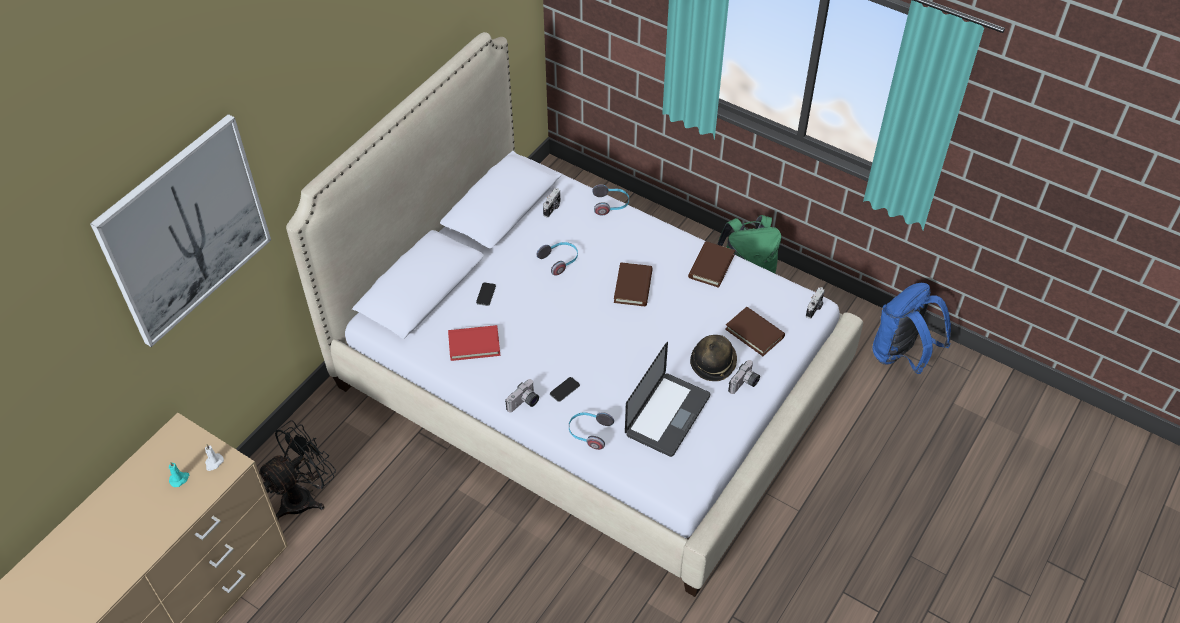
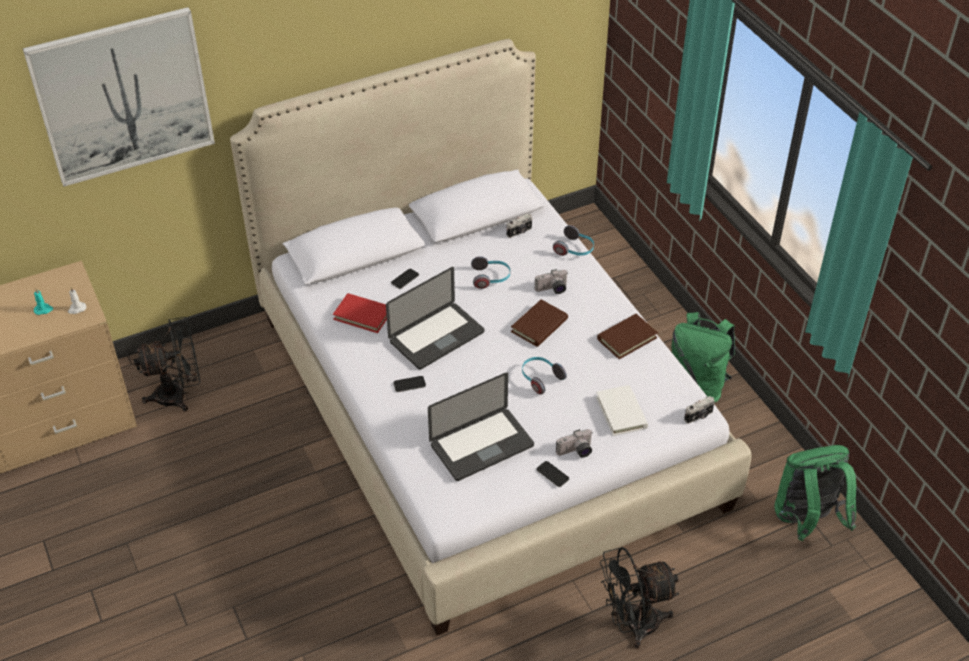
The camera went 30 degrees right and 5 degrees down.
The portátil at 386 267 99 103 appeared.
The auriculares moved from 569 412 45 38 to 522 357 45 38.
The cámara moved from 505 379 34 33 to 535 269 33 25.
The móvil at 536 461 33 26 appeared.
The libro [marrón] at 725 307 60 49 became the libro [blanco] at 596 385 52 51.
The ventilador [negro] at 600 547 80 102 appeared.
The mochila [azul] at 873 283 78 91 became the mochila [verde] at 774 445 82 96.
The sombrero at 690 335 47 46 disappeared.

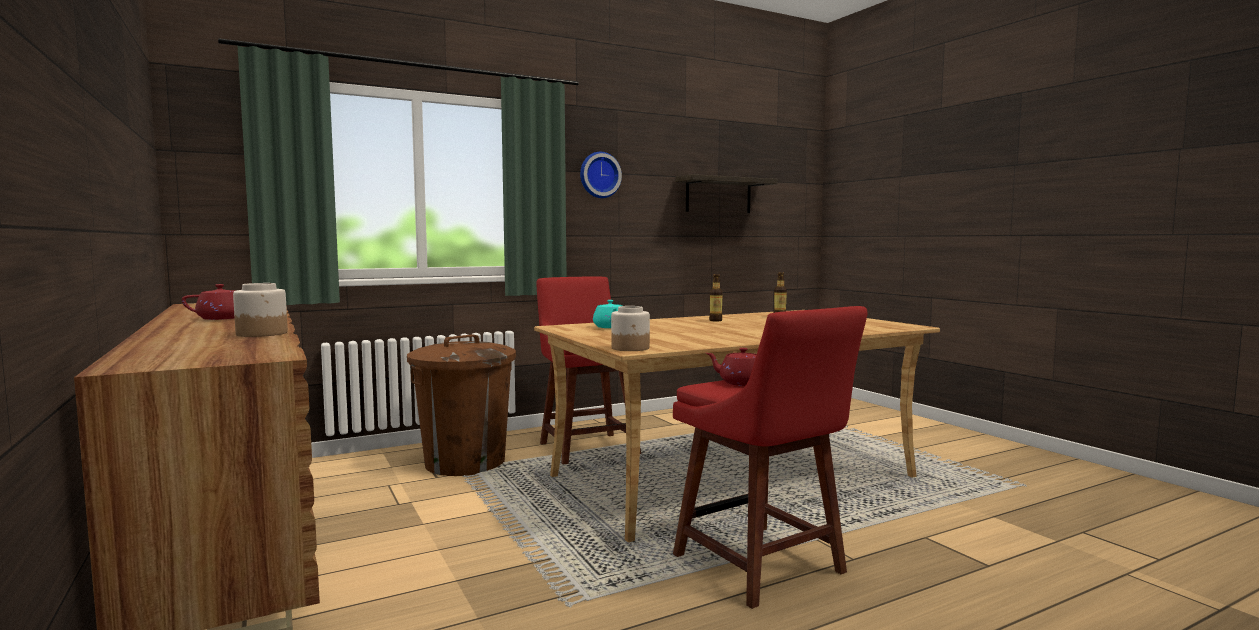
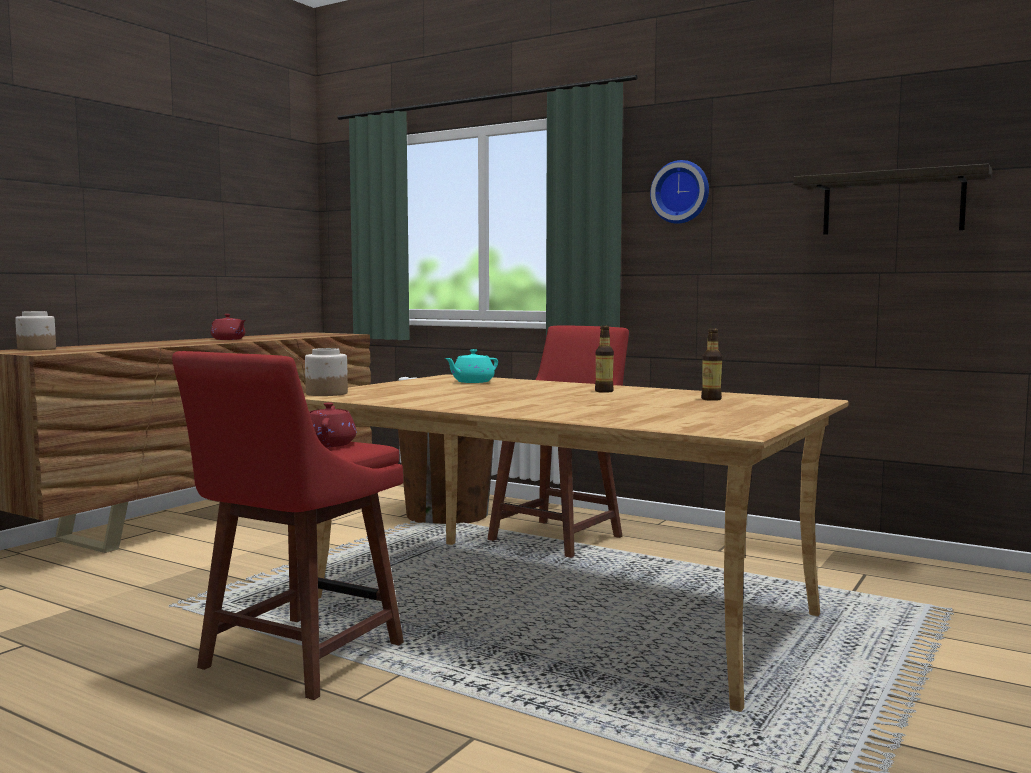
The camera went 60 degrees right and 0 degrees up.
The tarro moved from 233 283 55 54 to 15 311 41 39.

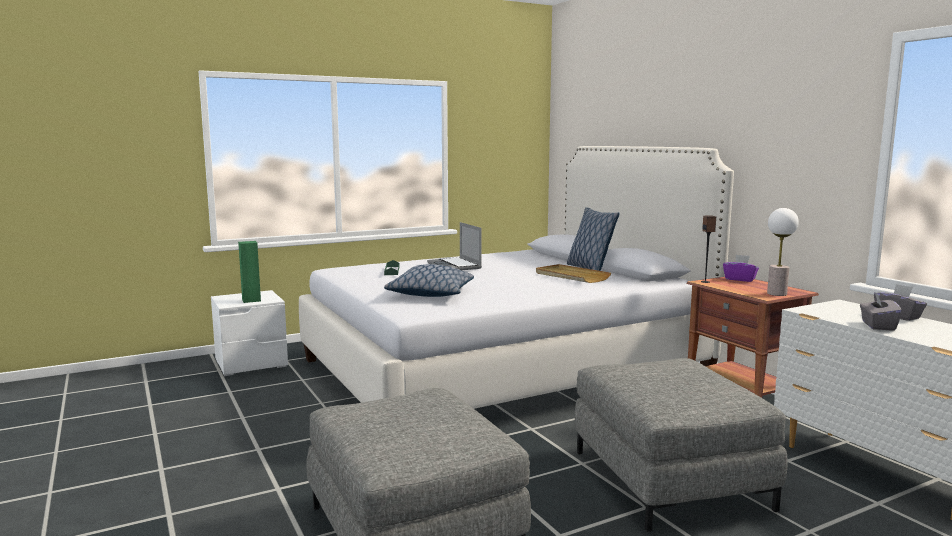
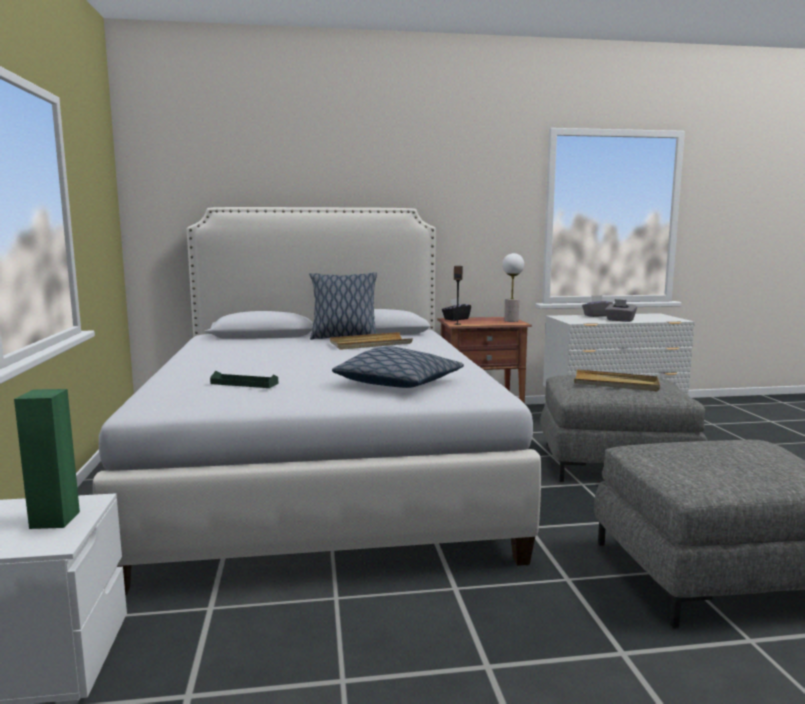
The camera went 70 degrees left and 0 degrees up.
The caja de pañuelos [morado] at 723 255 36 27 became the caja de pañuelos [negro] at 442 299 29 22.
The bandeja [beis] at 574 369 86 23 appeared.
The portátil at 427 222 55 48 disappeared.

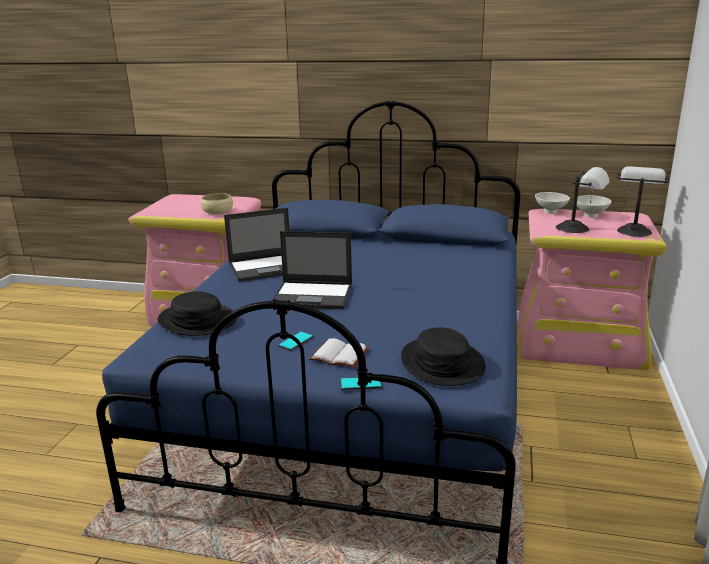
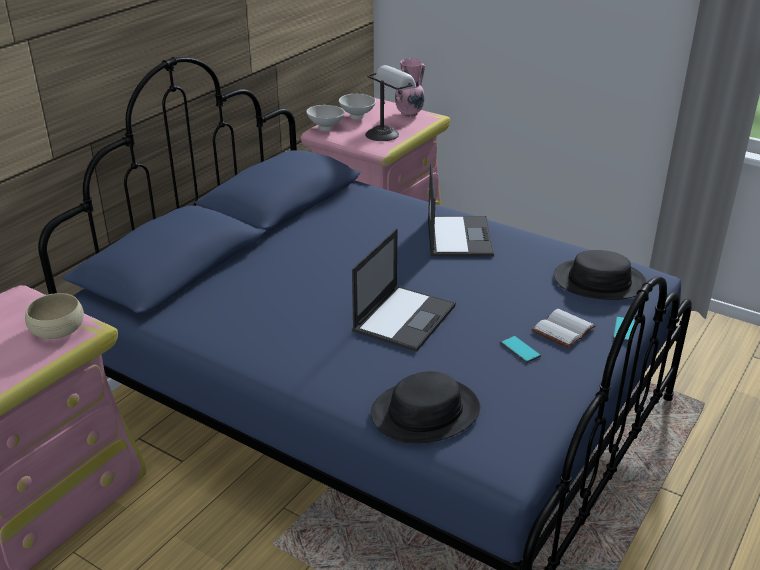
The camera went 70 degrees left and 10 degrees up.
The lámpara de mesa at 616 167 53 70 was replaced by the florero [rosa] at 395 58 30 59.
The portátil moved from 224 208 65 74 to 428 163 66 94.

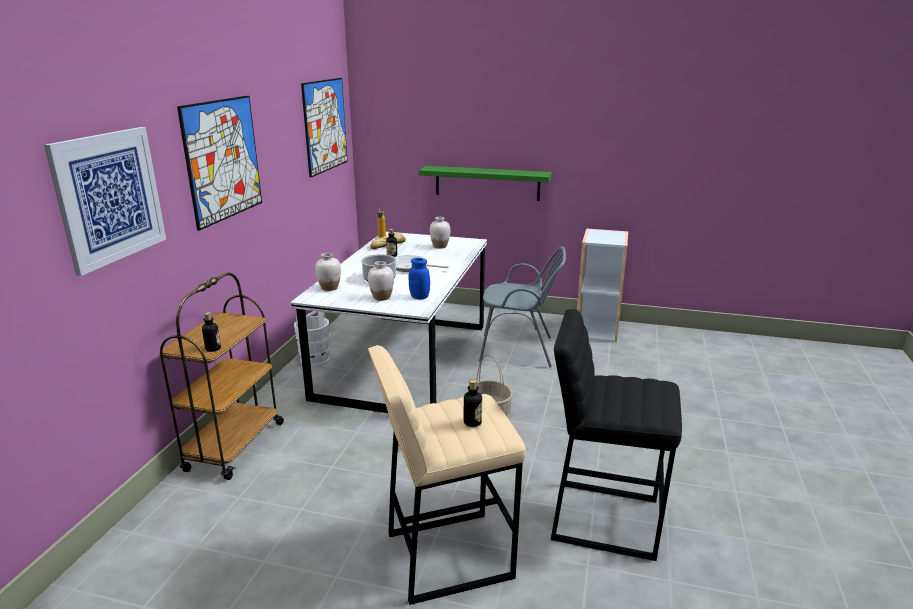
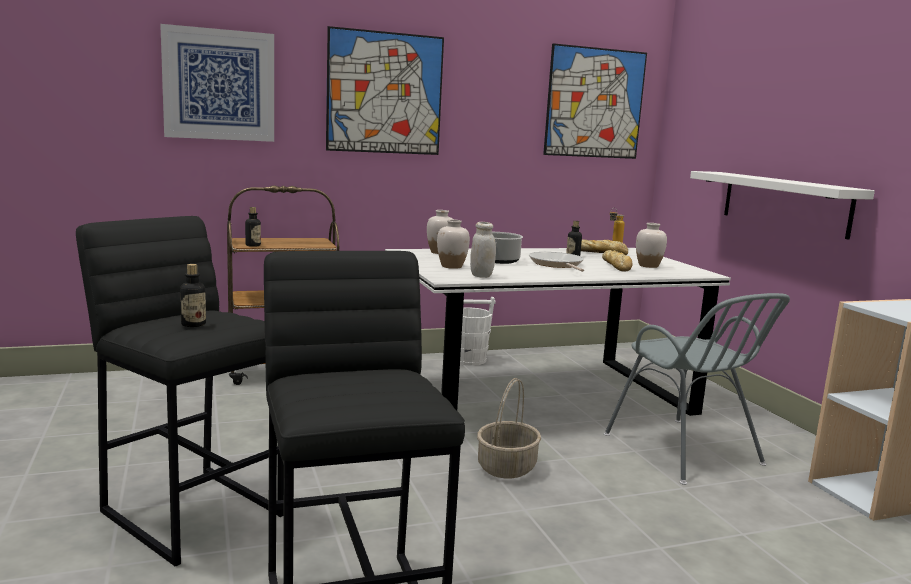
The camera went 55 degrees right and 10 degrees down.
The taburete [beis] at 368 345 158 260 became the taburete [negro] at 76 216 208 351.
The tarro [azul] at 409 258 21 41 became the tarro [blanco] at 470 222 26 56.
The pan at 602 250 30 22 appeared.
The estante [verde] at 418 166 134 35 became the estante [blanco] at 690 171 185 69.

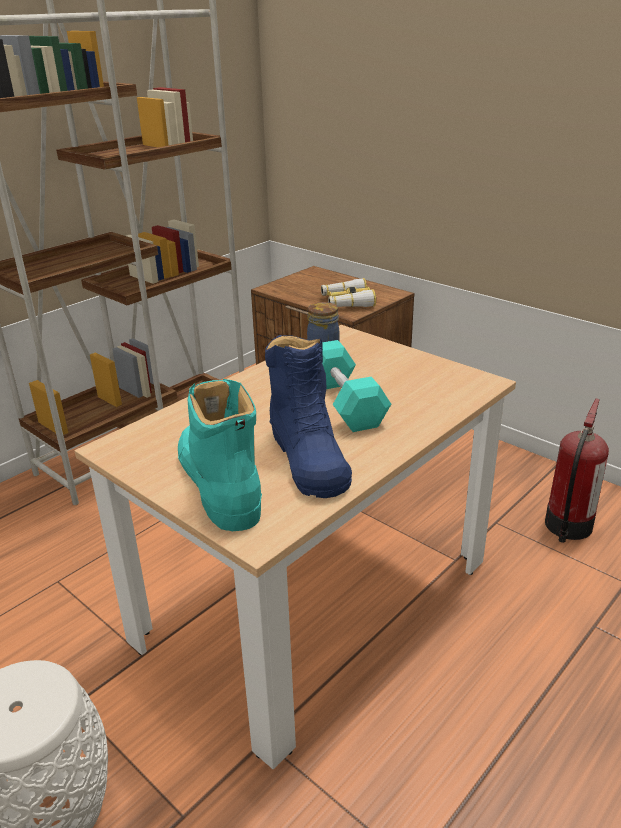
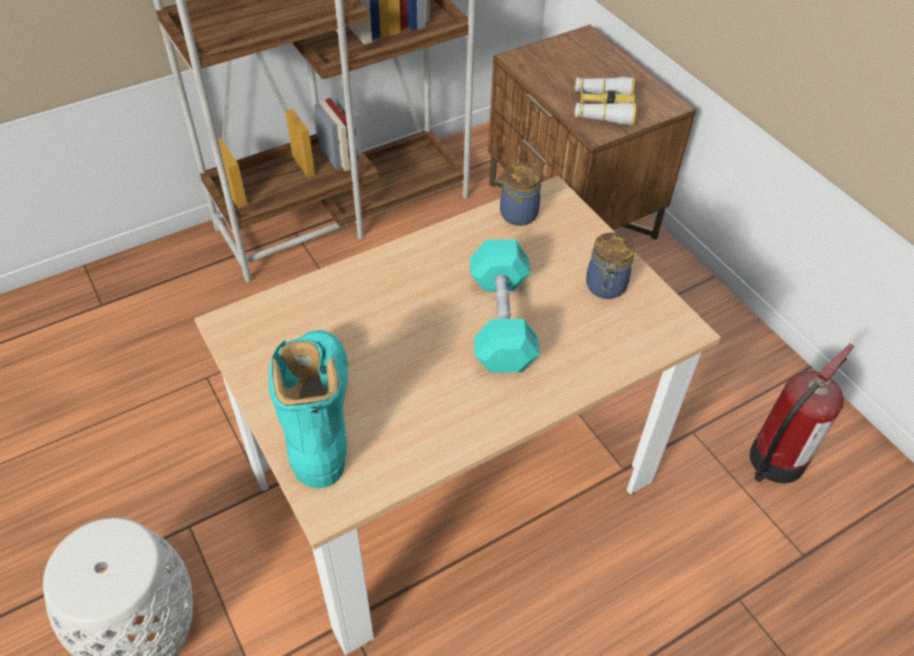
The camera went 15 degrees right and 20 degrees up.
The tarro at 586 232 49 67 appeared.
The bota [azul] at 265 335 87 163 disappeared.

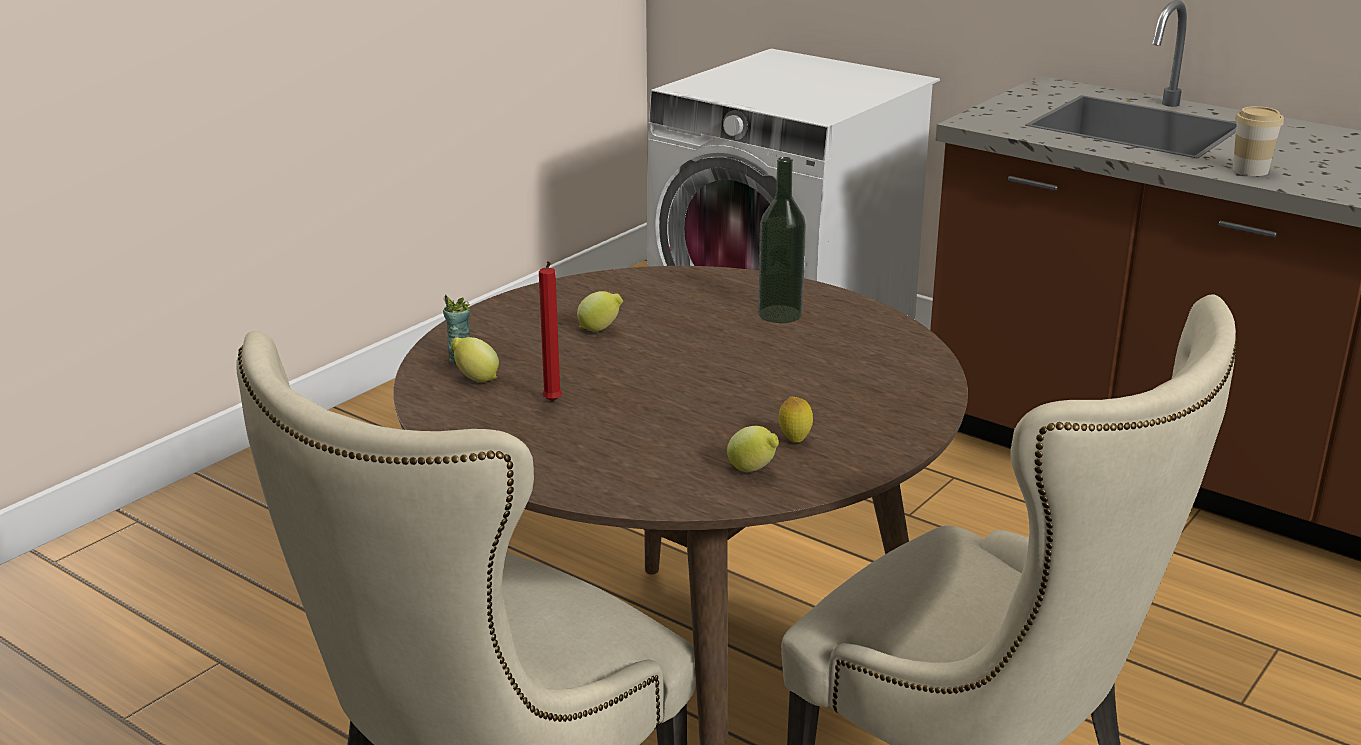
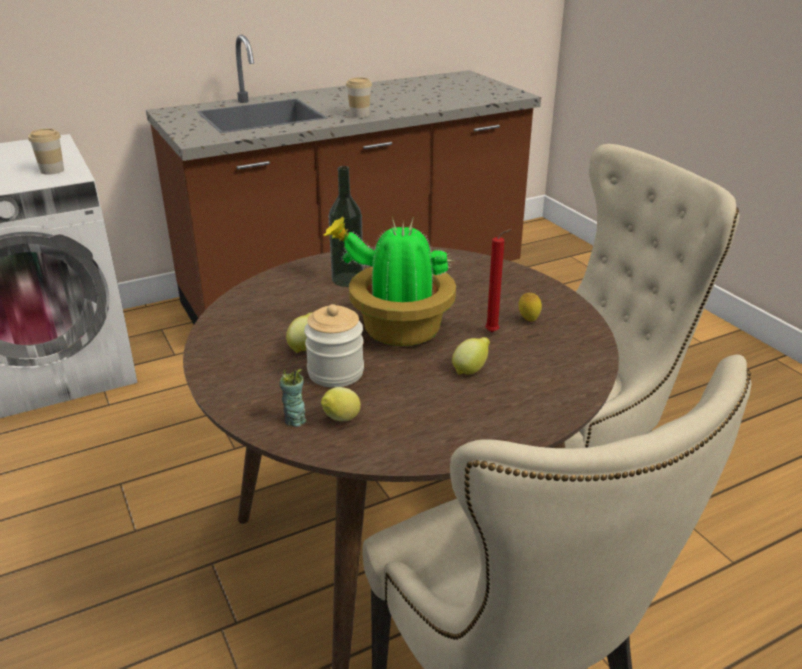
The camera went 65 degrees left and 5 degrees up.
The taza at 28 128 36 47 appeared.
The tarro at 304 304 60 84 appeared.
The planta en maceta at 324 216 132 130 appeared.
The limón moved from 727 426 52 46 to 452 337 38 38.
The vela [rojo] moved from 539 261 23 141 to 485 229 27 103.

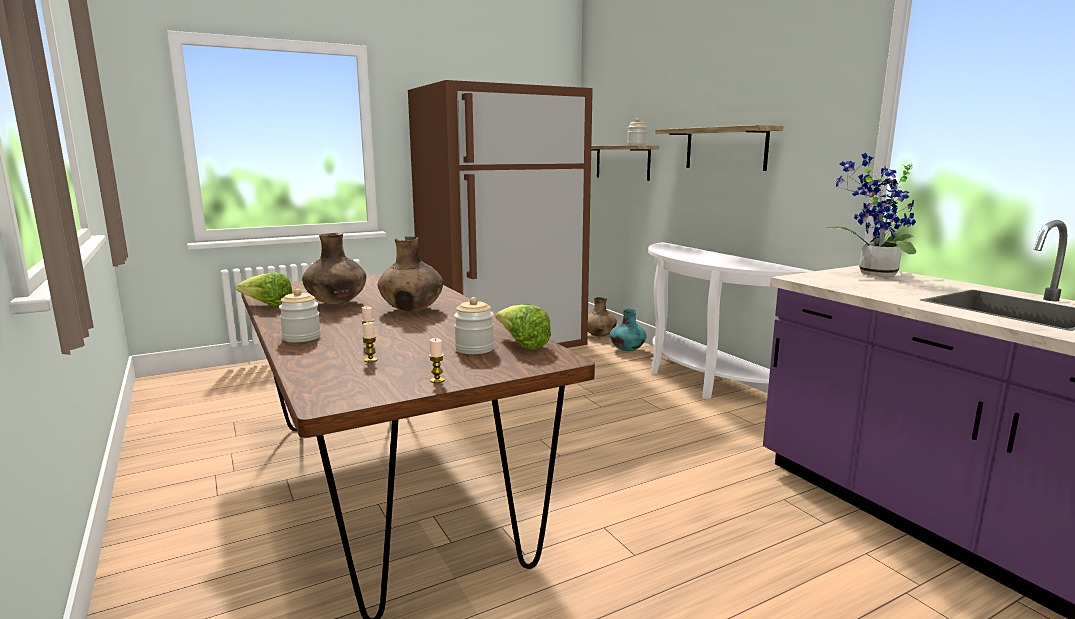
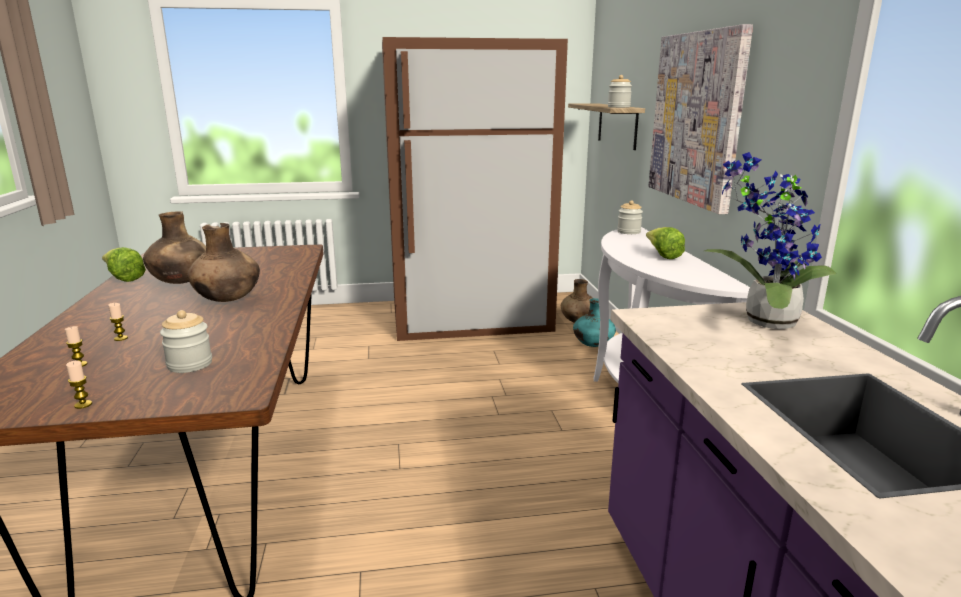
The camera went 20 degrees right and 5 degrees up.
The tarro moved from 279 289 42 53 to 617 200 26 34.
The lechuga moved from 496 304 55 46 to 646 227 39 32.
The estante at 655 125 129 46 was replaced by the cuadro at 649 24 104 190.

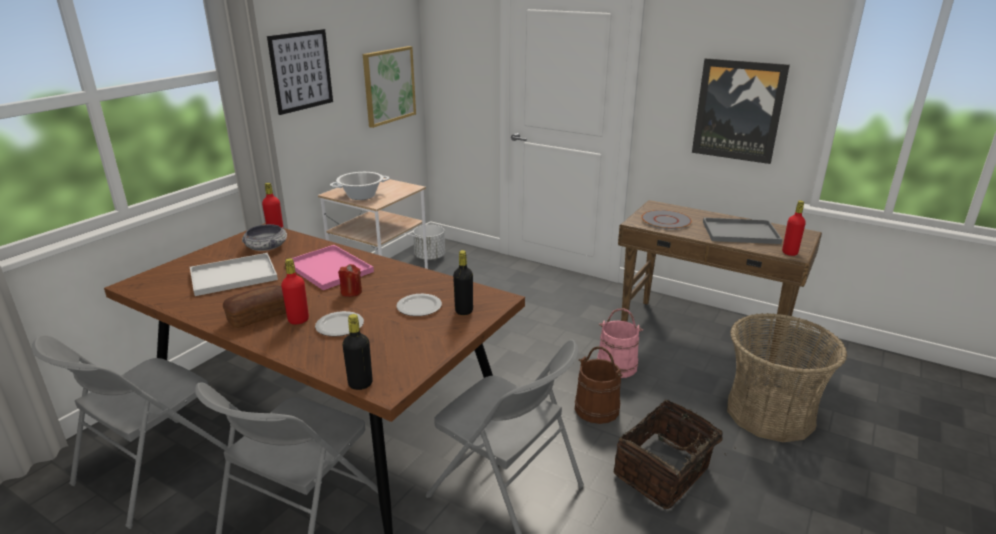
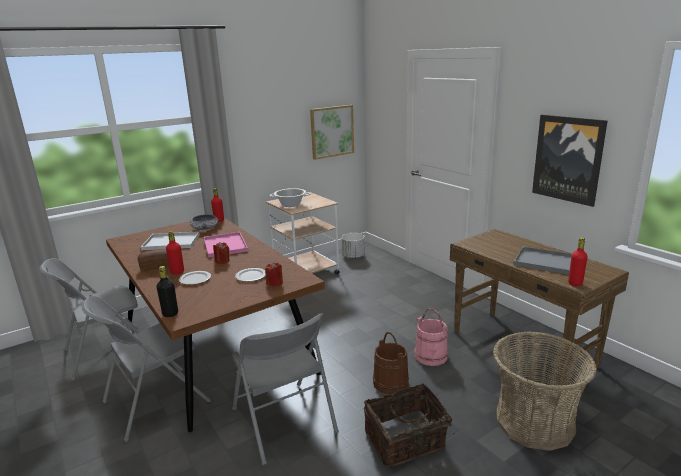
The camera went 25 degrees right and 5 degrees down.
The botella [negro] at 453 250 20 65 was replaced by the vela [rojo] at 265 262 18 25.
The cuadro at 267 29 66 86 disappeared.
The plato [gris] at 641 210 51 20 disappeared.

